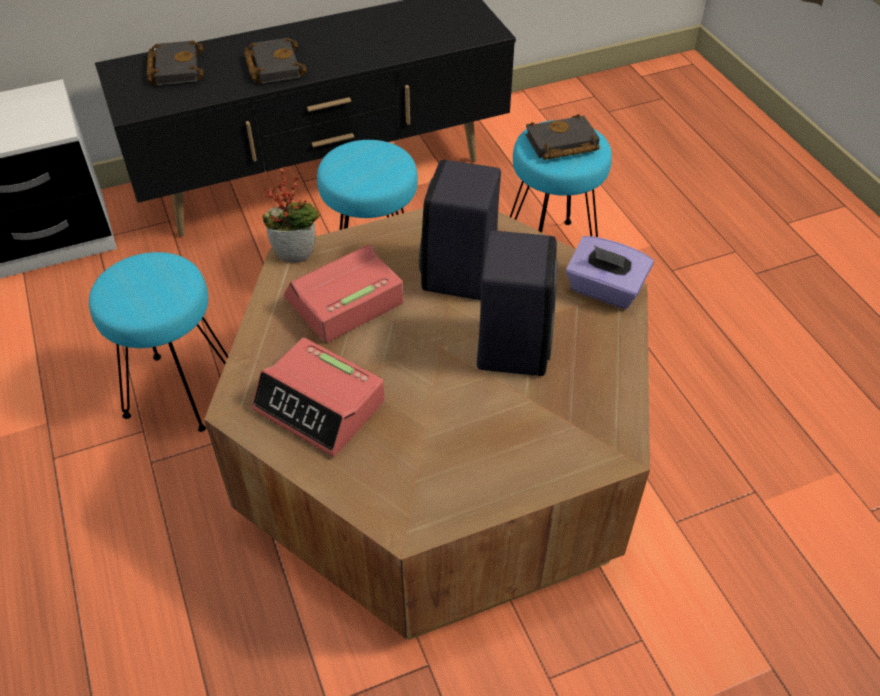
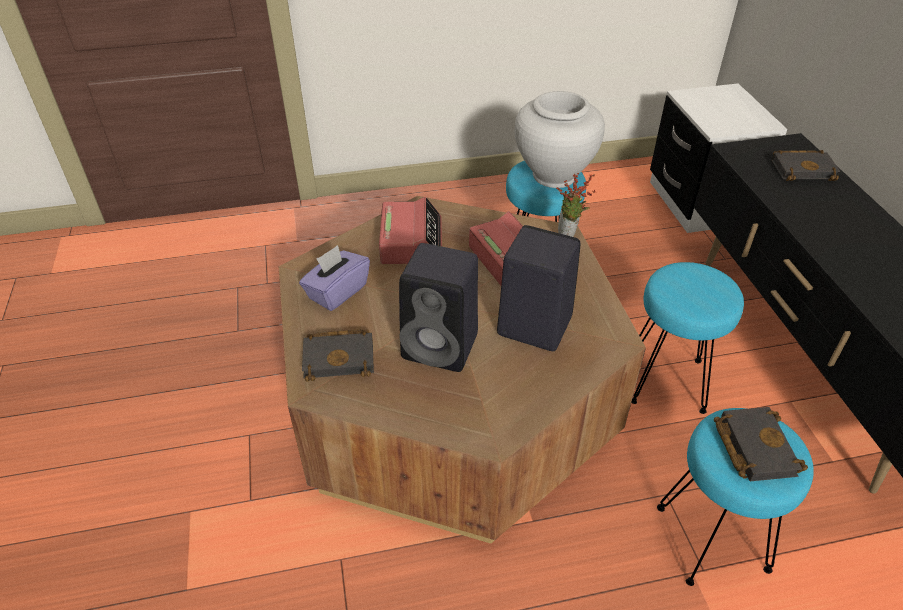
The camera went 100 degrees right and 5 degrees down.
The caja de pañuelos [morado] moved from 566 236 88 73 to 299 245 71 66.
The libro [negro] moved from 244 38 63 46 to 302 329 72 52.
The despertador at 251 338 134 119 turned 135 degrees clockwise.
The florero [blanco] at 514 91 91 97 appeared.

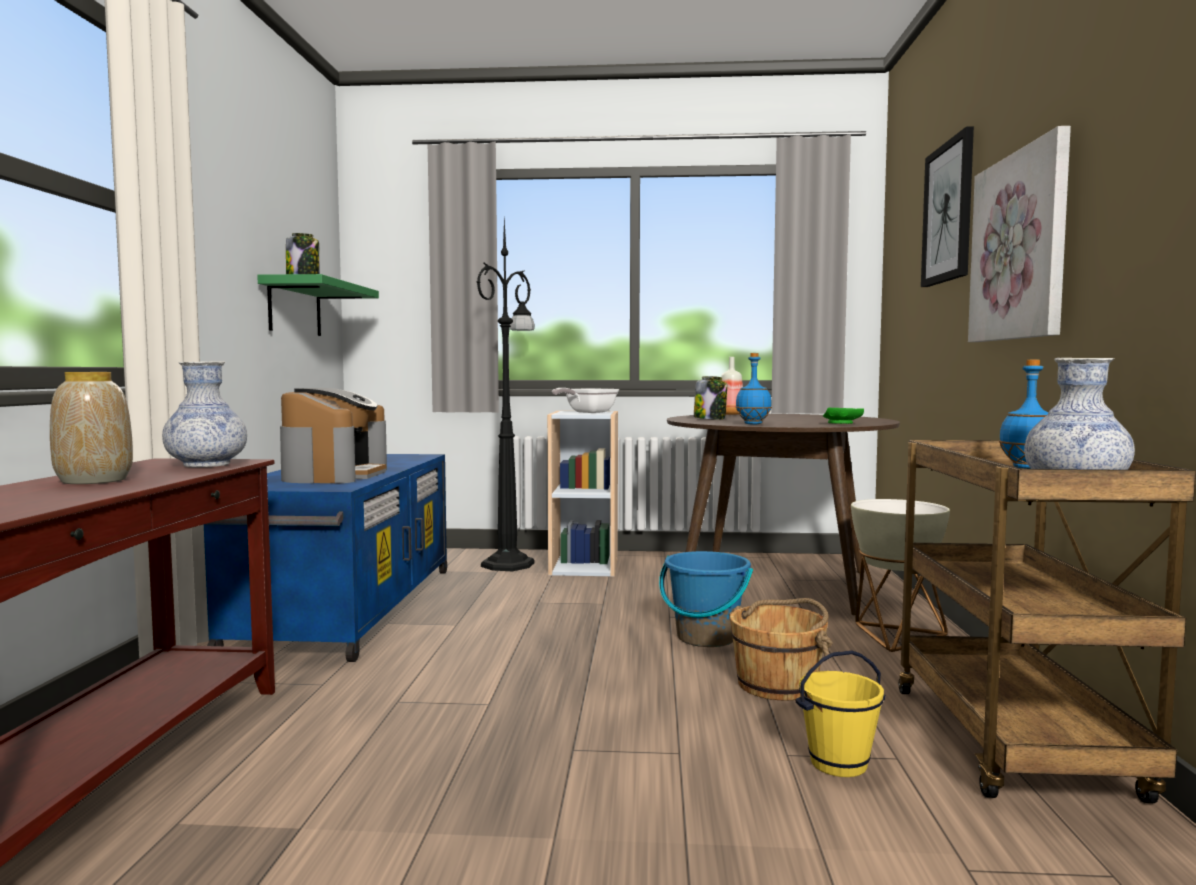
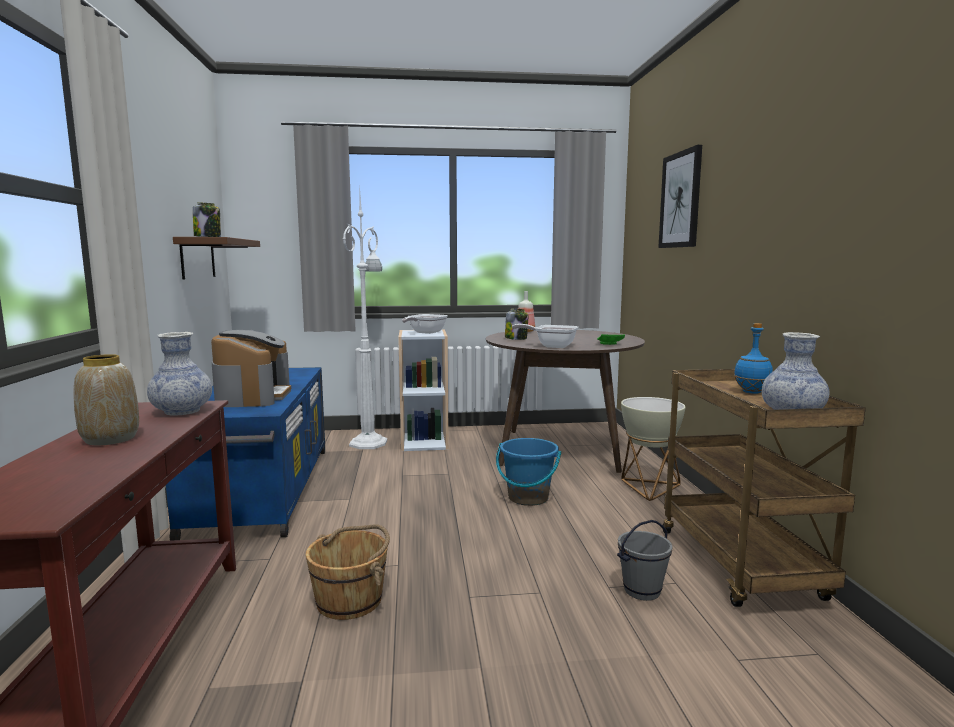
The camera went 10 degrees left and 5 degrees up.
The estante [verde] at 257 274 122 62 became the estante [marrón] at 173 237 87 43.
The cubo [marrón] moved from 729 598 104 103 to 306 524 84 96.
The lámpara de pie [negro] at 477 218 58 353 became the lámpara de pie [blanco] at 343 196 44 253.
The botella [azul] at 736 353 36 71 was replaced by the sartén at 512 324 66 24.
The cubo [amarillo] at 795 650 91 127 became the cubo [gris] at 617 520 56 81.
The cuadro at 968 126 103 216 disappeared.

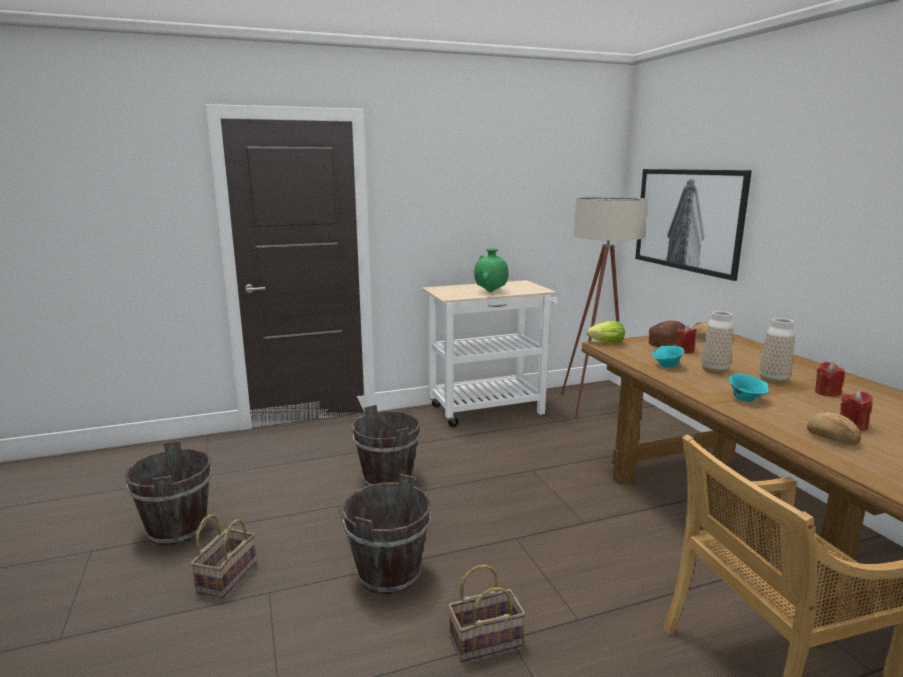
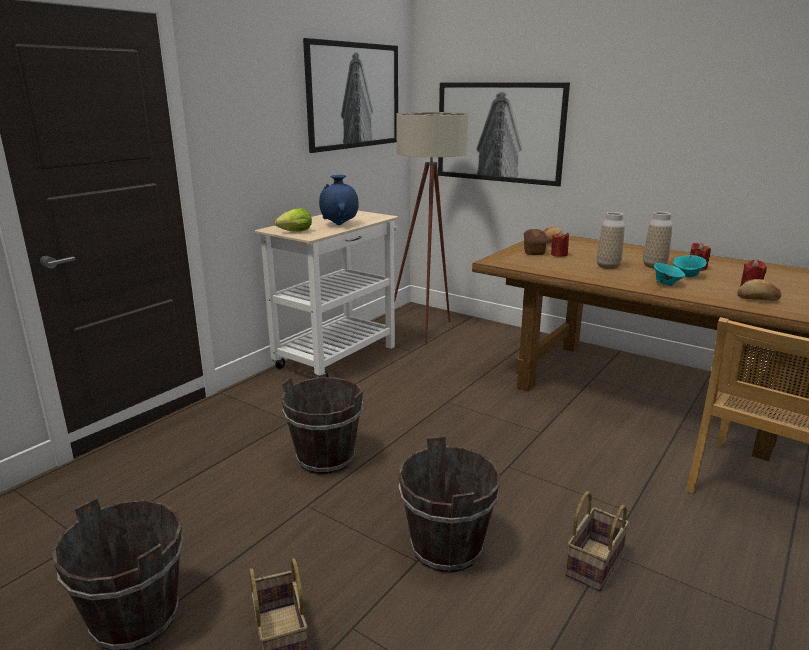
The camera went 35 degrees left and 5 degrees up.
The lechuga moved from 587 321 38 22 to 275 208 37 24.
The cuadro at 303 38 95 115 appeared.
The florero [verde] at 474 248 35 44 became the florero [azul] at 319 175 40 50.
The cuenco [turquesa] moved from 652 346 32 22 to 673 255 34 22.

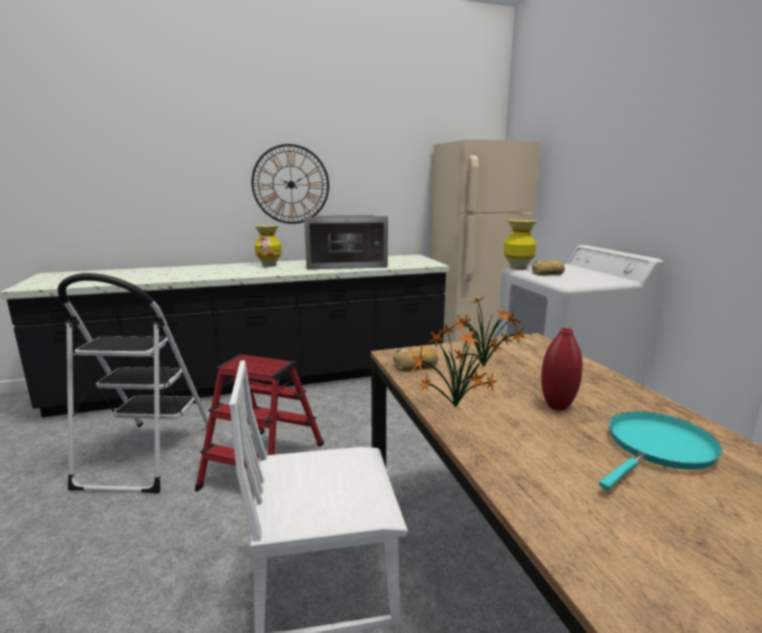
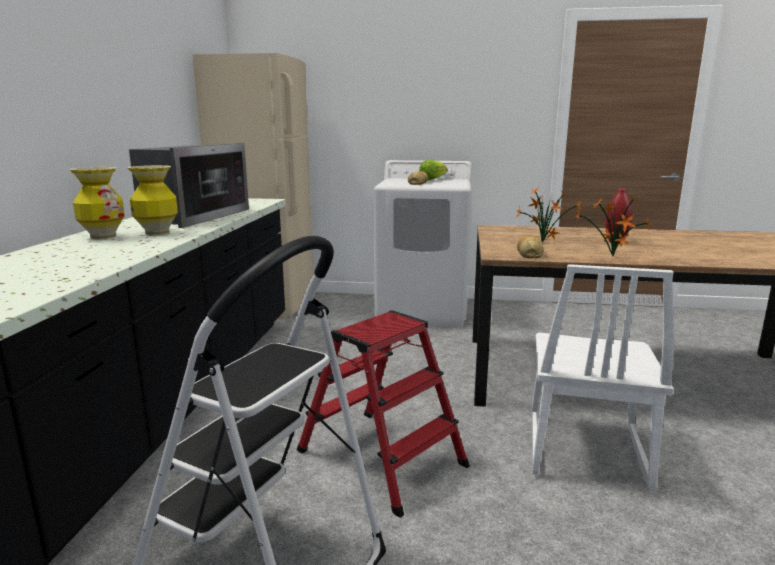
The camera went 65 degrees left and 0 degrees up.
The florero moved from 504 219 33 51 to 128 165 50 71.
The lechuga at 419 160 28 20 appeared.
The reloj de pared at 251 144 78 80 disappeared.
The sartén [turquesa] at 599 411 123 79 disappeared.

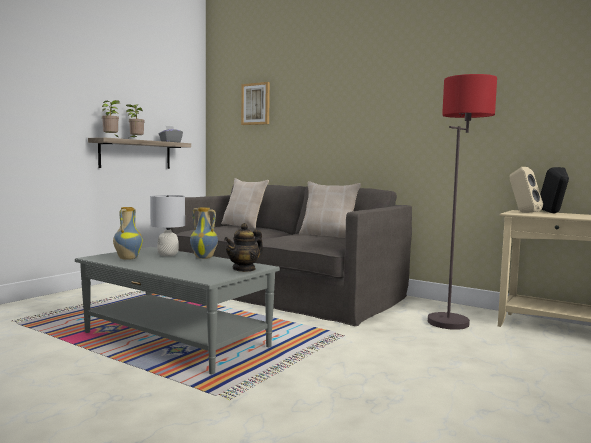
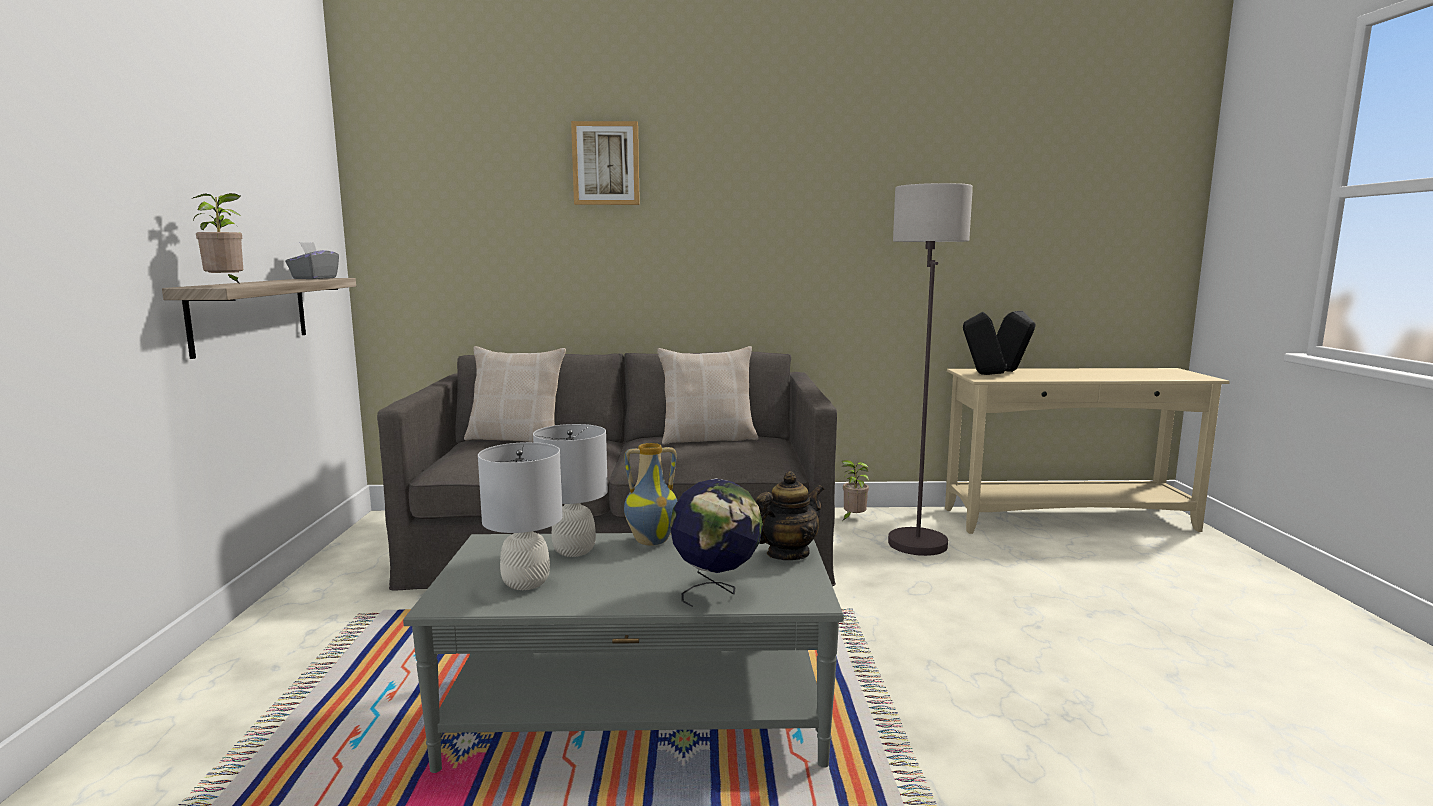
The camera went 35 degrees left and 5 degrees up.
The florero at 113 207 30 53 was replaced by the lámpara de mesa [gris] at 478 442 85 148.
The cuadro moved from 241 82 29 43 to 571 121 69 84.
The globo terráqueo at 670 478 93 129 appeared.
The tetera at 224 223 39 49 turned 135 degrees counterclockwise.
The planta en maceta moved from 126 104 19 33 to 842 460 27 60.
The lámpara de pie [rojo] at 428 74 69 256 became the lámpara de pie [gris] at 888 183 85 373.
The altavoz [beis] at 510 167 33 46 became the altavoz [negro] at 963 312 44 63.

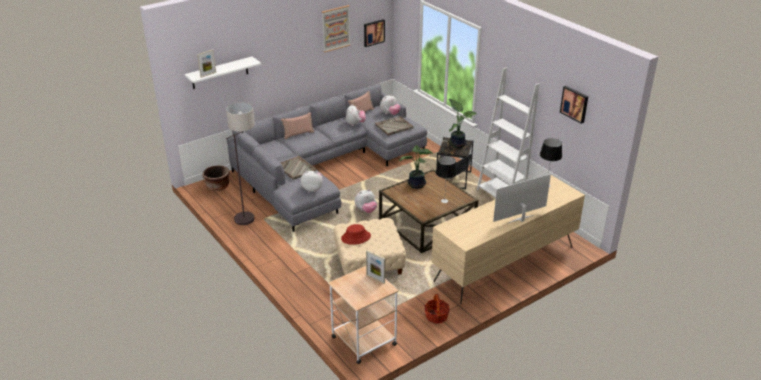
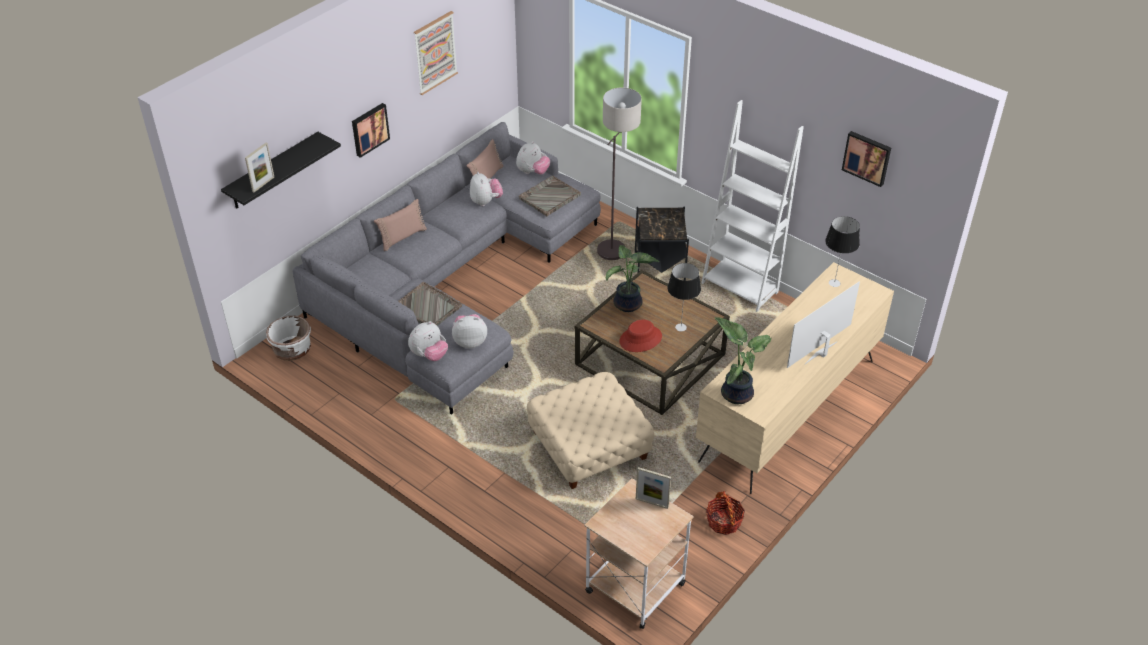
The camera went 15 degrees left and 10 degrees up.
The estante [blanco] at 184 56 77 33 became the estante [negro] at 221 132 120 77.
The maceta [marrón] at 203 165 26 26 became the maceta [blanco] at 266 316 45 45.
The cuadro moved from 364 19 21 28 to 352 103 38 55.
The peluche moved from 355 189 22 24 to 408 321 40 40.
The lámpara de pie [gris] moved from 226 102 29 123 to 597 87 45 173.
The sombrero [rojo] moved from 341 224 30 21 to 619 320 43 32.
The planta en maceta moved from 449 99 28 49 to 715 317 57 87.

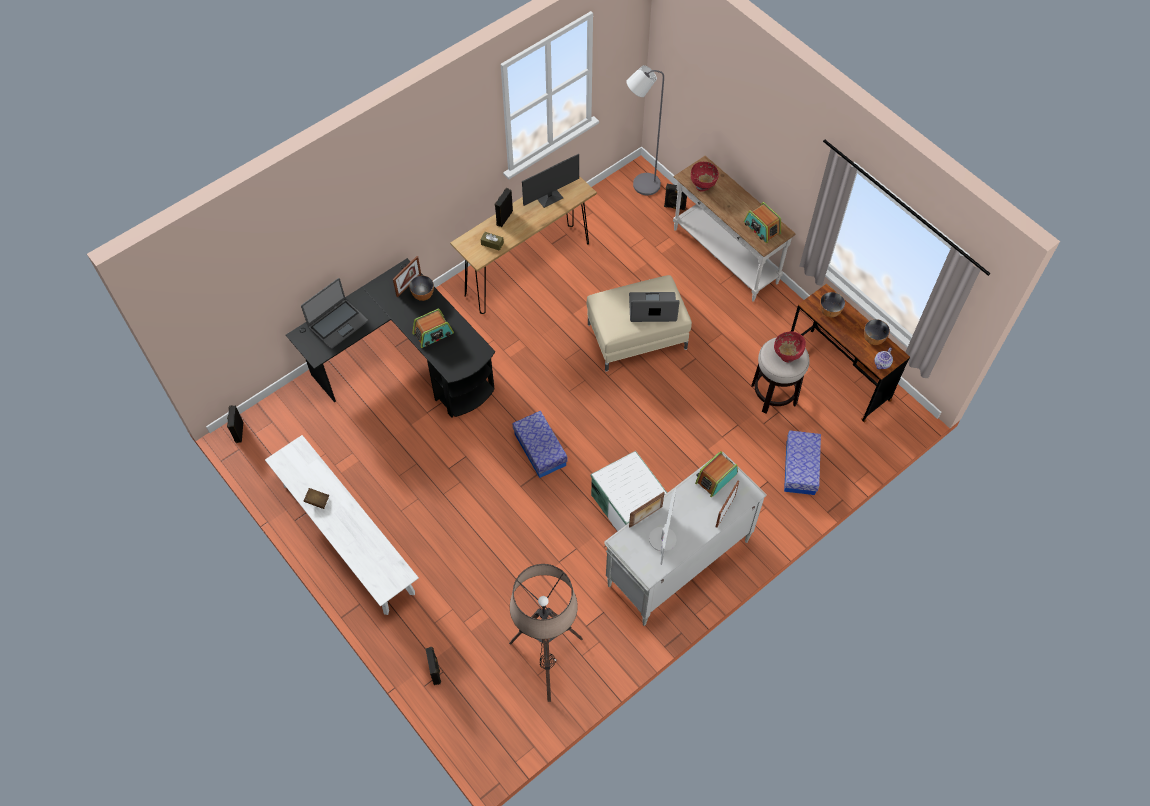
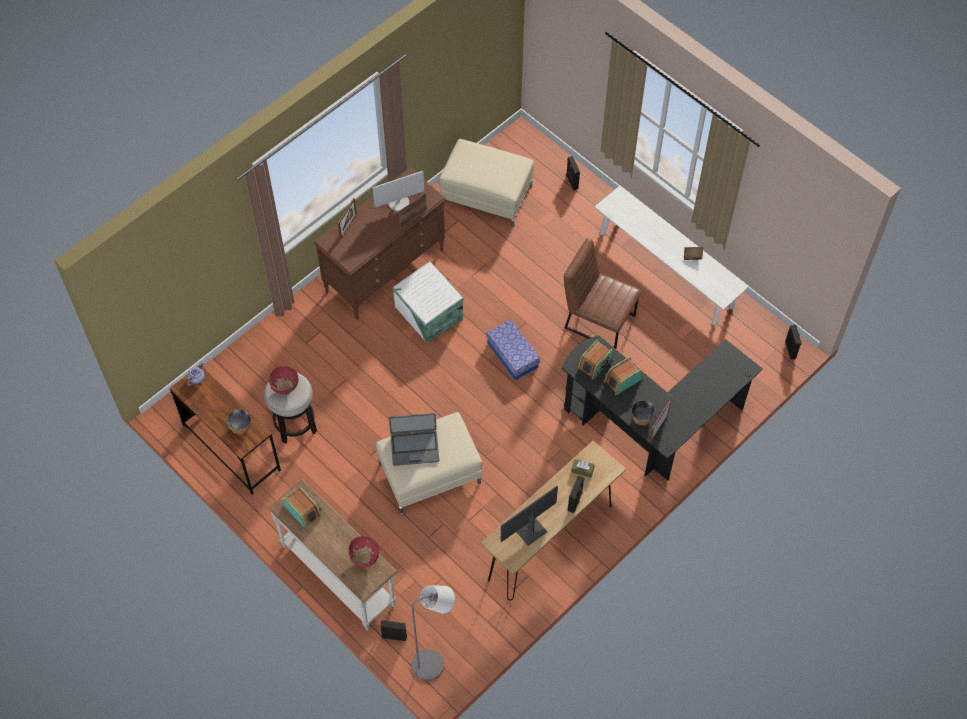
The camera went 175 degrees right and 0 degrees up.
The cómoda [blanco] at 604 452 163 174 became the cómoda [marrón] at 313 168 133 152.
The monitor at 649 488 27 77 turned 120 degrees counterclockwise.
The lámpara de pie at 509 564 74 138 was replaced by the puf [beis] at 439 139 95 89.
The silla [marrón] at 564 238 77 111 appeared.
The radio moved from 695 451 43 46 to 578 339 36 41.
The portátil at 301 278 67 71 disappeared.
The caja de almacenaje at 784 430 37 65 disappeared.
The cuenco at 864 319 26 26 disappeared.

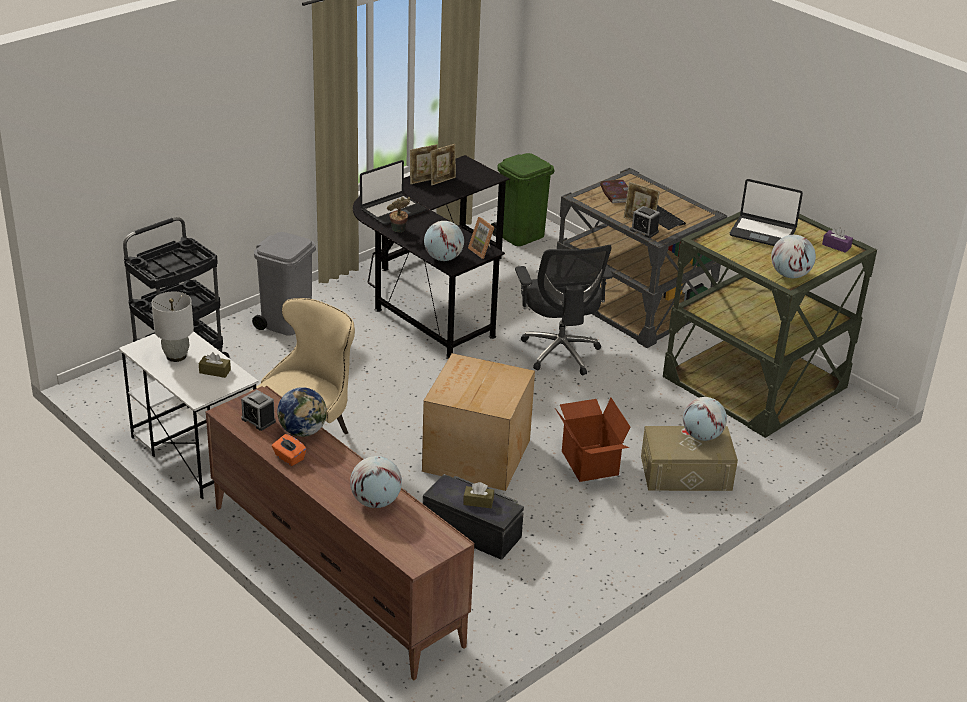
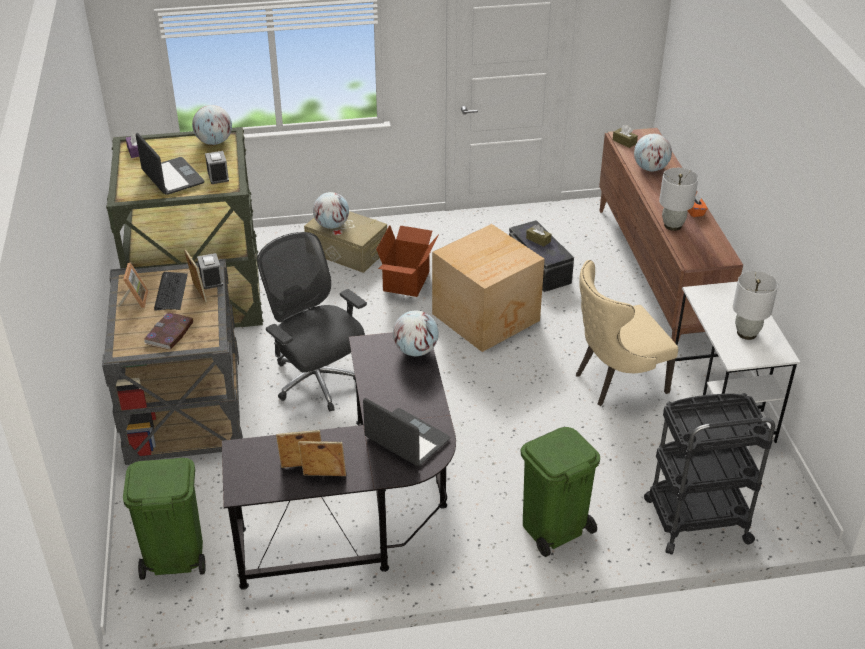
The camera went 145 degrees left and 5 degrees up.
The portarretratos moved from 468 217 27 42 to 118 262 31 46.
The despertador moved from 241 390 35 41 to 205 151 24 33.
The silla de oficina at 515 245 98 131 turned 60 degrees counterclockwise.
The portátil at 360 160 66 65 turned 45 degrees clockwise.
The papelera [gris] at 252 232 64 104 became the papelera [verde] at 521 427 79 130.
The caja de pañuelos [marrón] moved from 199 352 32 26 to 613 125 25 23.
The globo terráqueo at 277 387 50 50 was replaced by the lámpara de mesa [blanco] at 659 168 39 63.
The planta en maceta at 387 197 23 35 disappeared.

